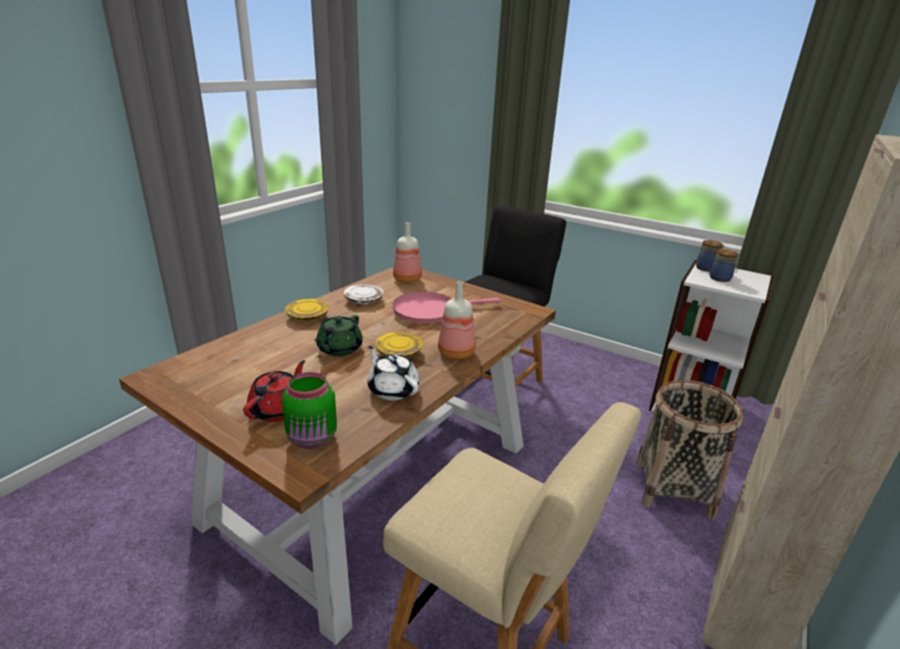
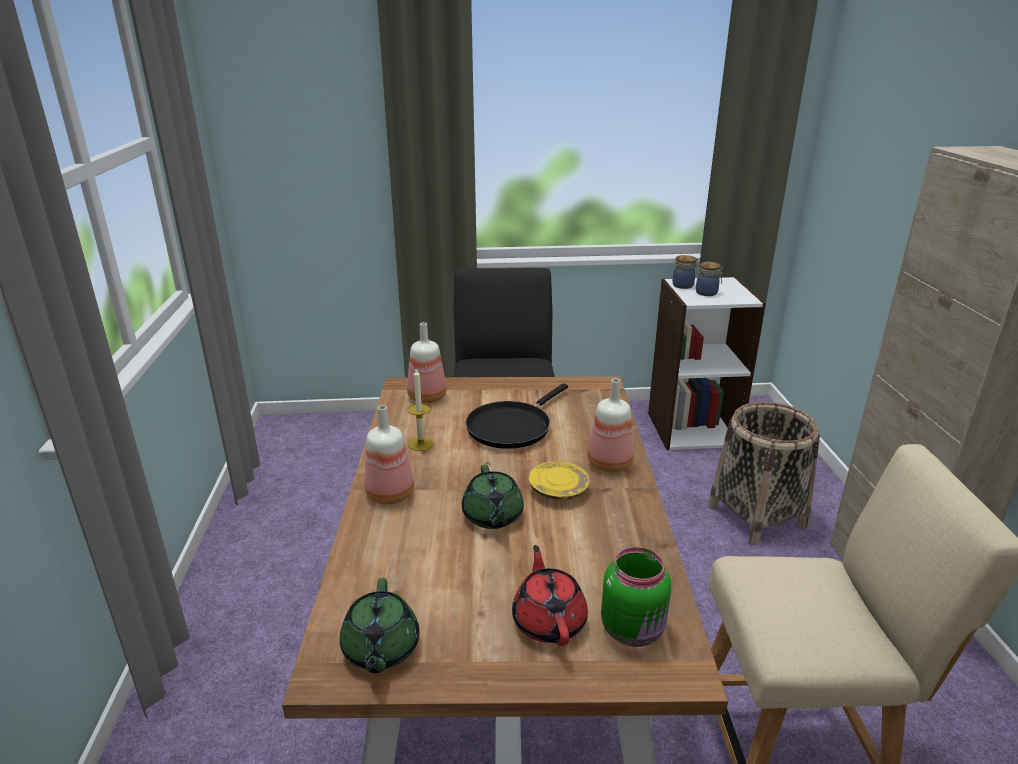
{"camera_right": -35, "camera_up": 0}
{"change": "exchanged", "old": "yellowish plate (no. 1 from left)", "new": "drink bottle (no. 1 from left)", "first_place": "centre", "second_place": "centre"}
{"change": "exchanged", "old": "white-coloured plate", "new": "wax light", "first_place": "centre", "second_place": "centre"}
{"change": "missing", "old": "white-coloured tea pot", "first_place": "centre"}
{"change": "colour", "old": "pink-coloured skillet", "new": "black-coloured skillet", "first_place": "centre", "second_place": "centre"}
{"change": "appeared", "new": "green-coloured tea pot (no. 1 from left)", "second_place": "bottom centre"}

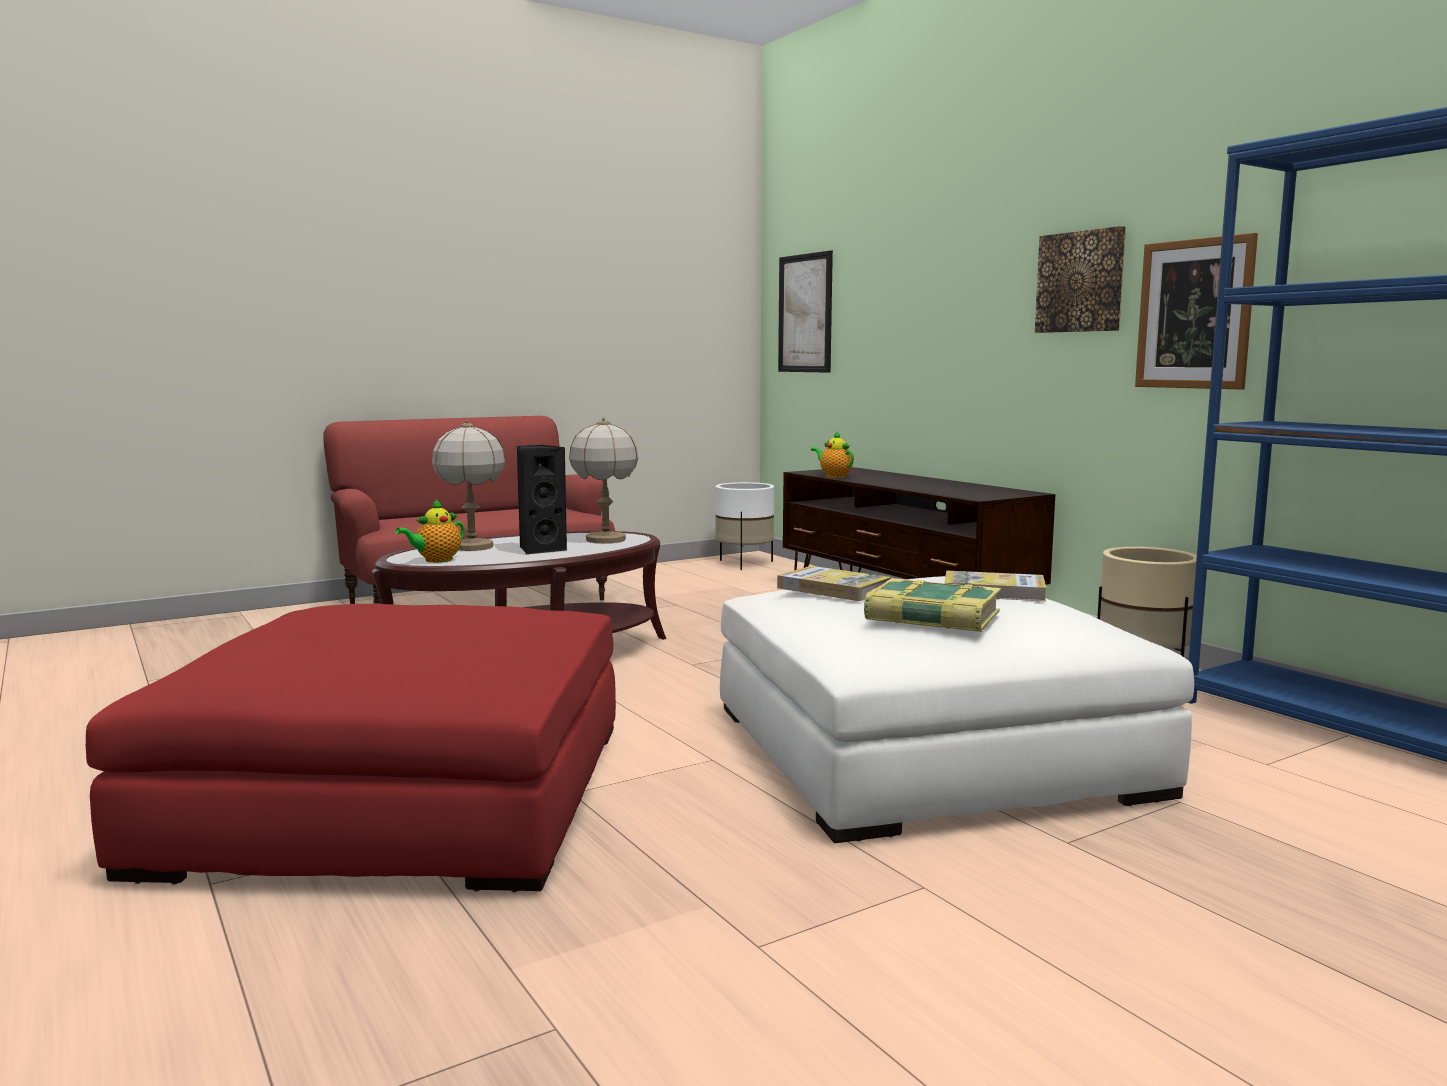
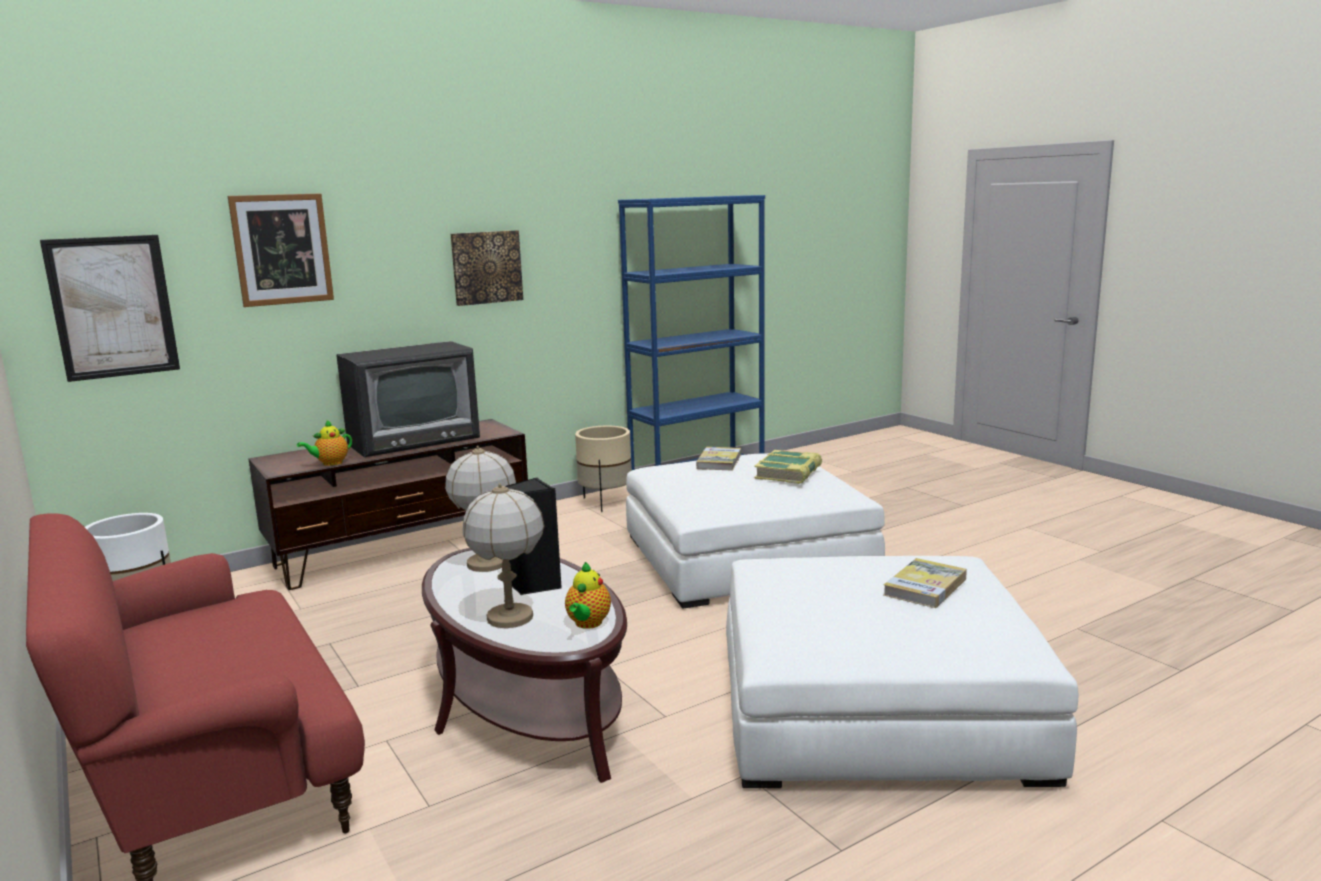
{"camera_right": -90, "camera_up": 5}
{"change": "colour", "old": "red-coloured footrest", "new": "white-coloured footrest (no. 2 from left)", "first_place": "bottom left", "second_place": "bottom right"}
{"change": "spun", "old": "tea pot (no. 1 from left in the first image)", "first_place": "middle left", "second_place": "bottom centre", "degrees": 60}
{"change": "relocated", "old": "book (no. 1 from left in the first image)", "new": "book (no. 3 from left)", "first_place": "centre", "second_place": "middle right"}
{"change": "relocated", "old": "wall art (no. 3 from left in the first image)", "new": "wall art (no. 2 from left)", "first_place": "top right", "second_place": "top left"}
{"change": "appeared", "new": "TV set", "second_place": "middle left"}

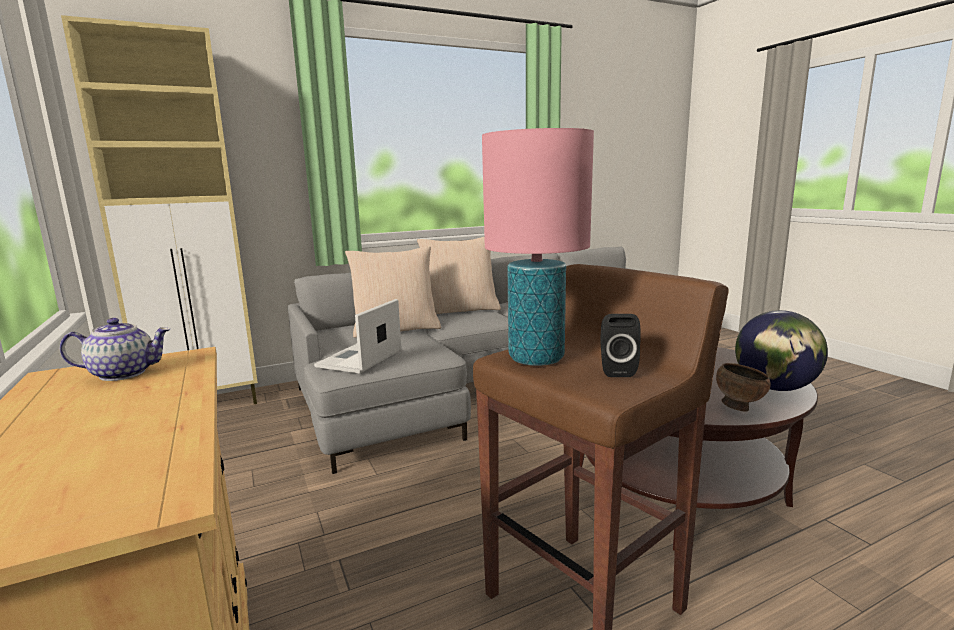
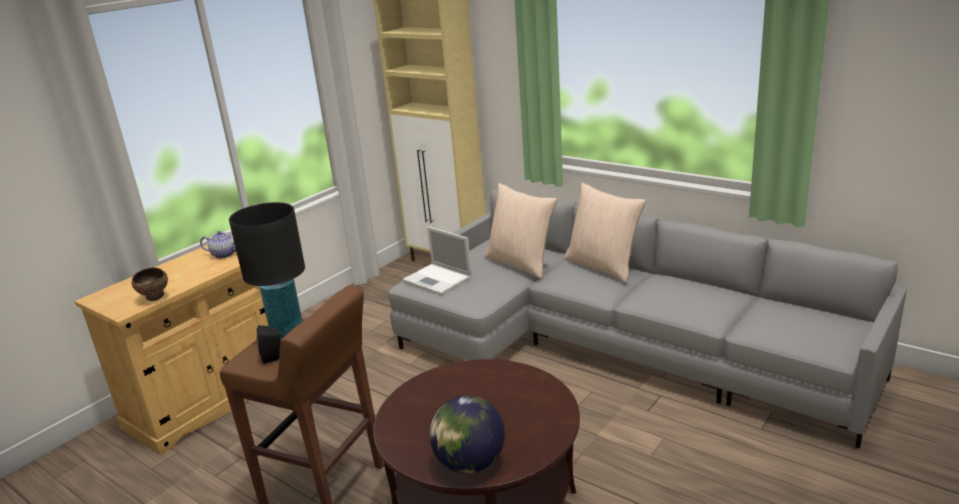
{"camera_right": 65, "camera_up": 10}
{"change": "spun", "old": "tea pot", "first_place": "middle left", "second_place": "middle left", "degrees": -45}
{"change": "spun", "old": "laptop", "first_place": "centre", "second_place": "centre", "degrees": -135}
{"change": "colour", "old": "pink-coloured lamp for a table", "new": "black-coloured lamp for a table", "first_place": "centre", "second_place": "middle left"}
{"change": "relocated", "old": "brown deep dish", "first_place": "middle right", "second_place": "middle left"}

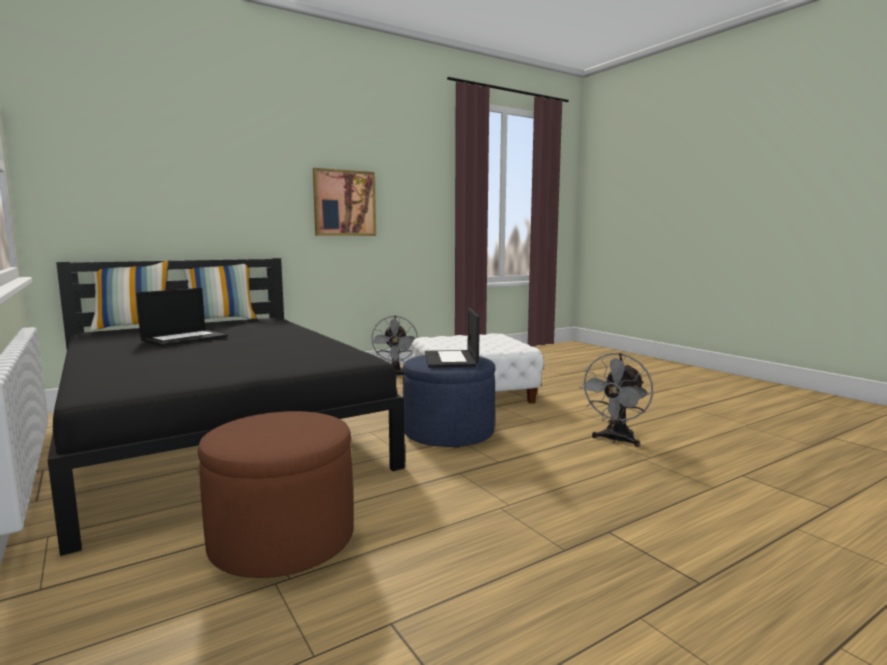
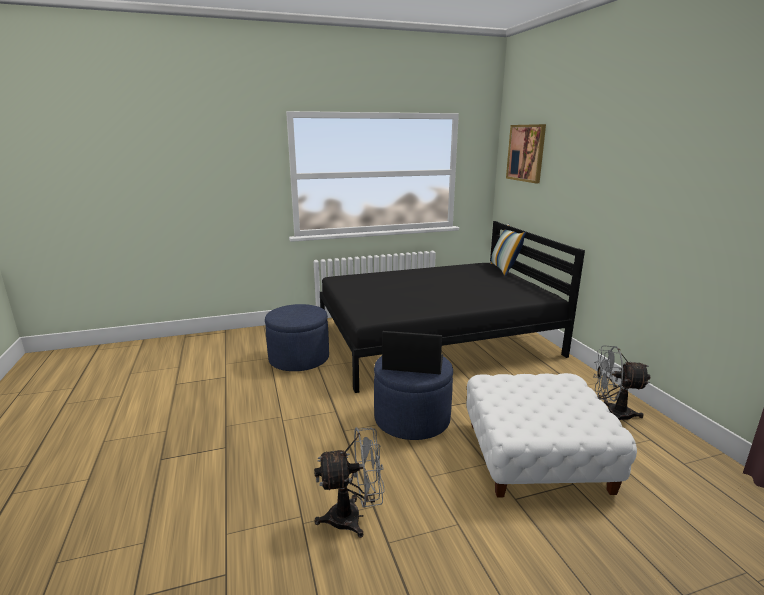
{"camera_right": 105, "camera_up": 10}
{"change": "missing", "old": "laptop (no. 1 from left)", "first_place": "middle left"}
{"change": "missing", "old": "cushion (no. 2 from left)", "first_place": "middle left"}
{"change": "colour", "old": "brown footrest", "new": "bluish footrest (no. 1 from left)", "first_place": "bottom left", "second_place": "centre"}
{"change": "relocated", "old": "wall art", "first_place": "top centre", "second_place": "top right"}
{"change": "spun", "old": "greyish cooling fan (no. 2 from left in the first image)", "first_place": "middle right", "second_place": "bottom centre", "degrees": 120}

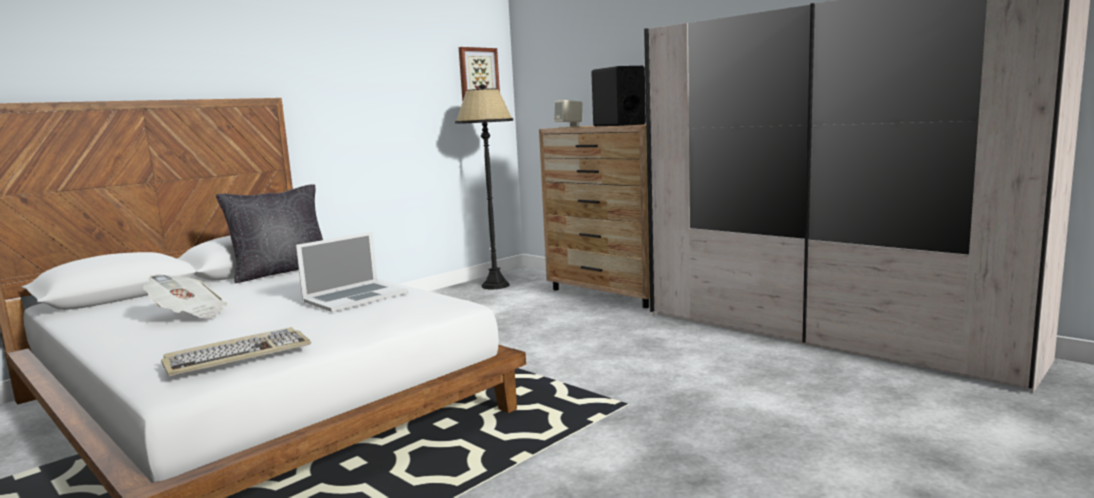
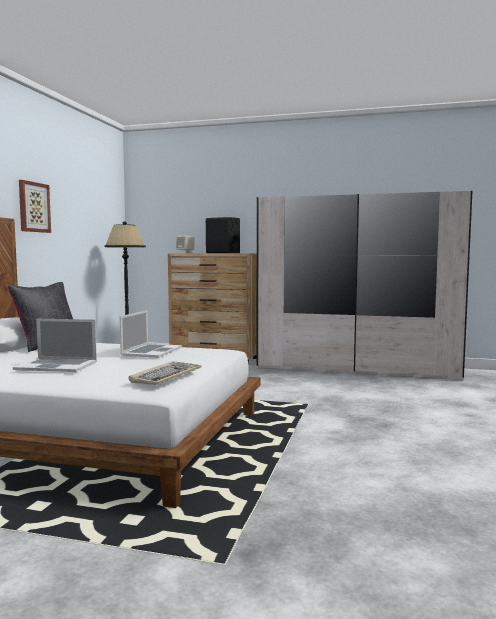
{"camera_right": -30, "camera_up": -5}
{"change": "exchanged", "old": "daily paper", "new": "laptop (no. 1 from left)", "first_place": "middle left", "second_place": "middle left"}
{"change": "relocated", "old": "wall art", "first_place": "top centre", "second_place": "top left"}

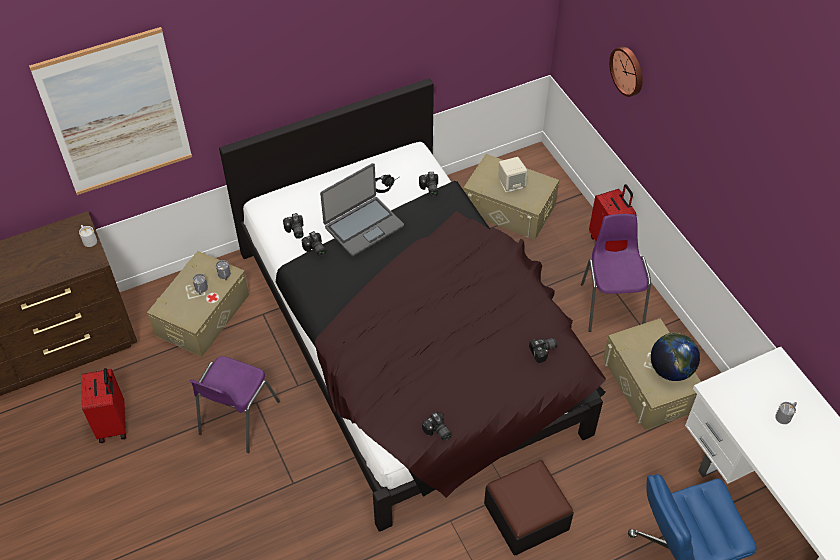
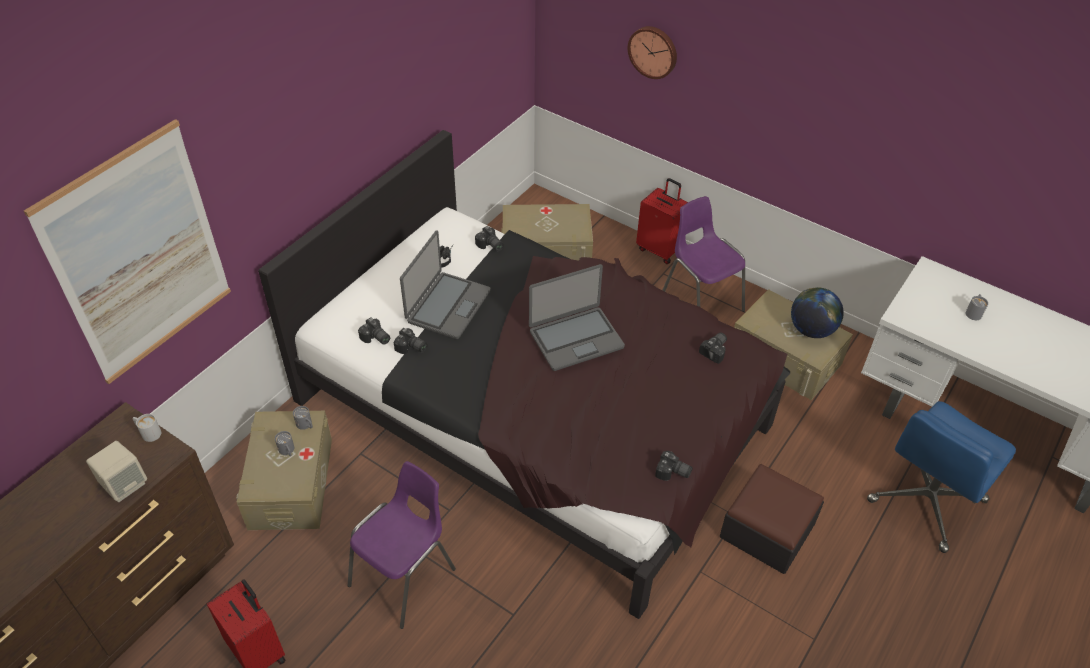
{"camera_right": -30, "camera_up": -5}
{"change": "spun", "old": "purple upright chair (no. 1 from left)", "first_place": "bottom left", "second_place": "bottom centre", "degrees": -135}
{"change": "relocated", "old": "beige audio speaker", "first_place": "top centre", "second_place": "bottom left"}
{"change": "appeared", "new": "laptop (no. 2 from left)", "second_place": "centre"}

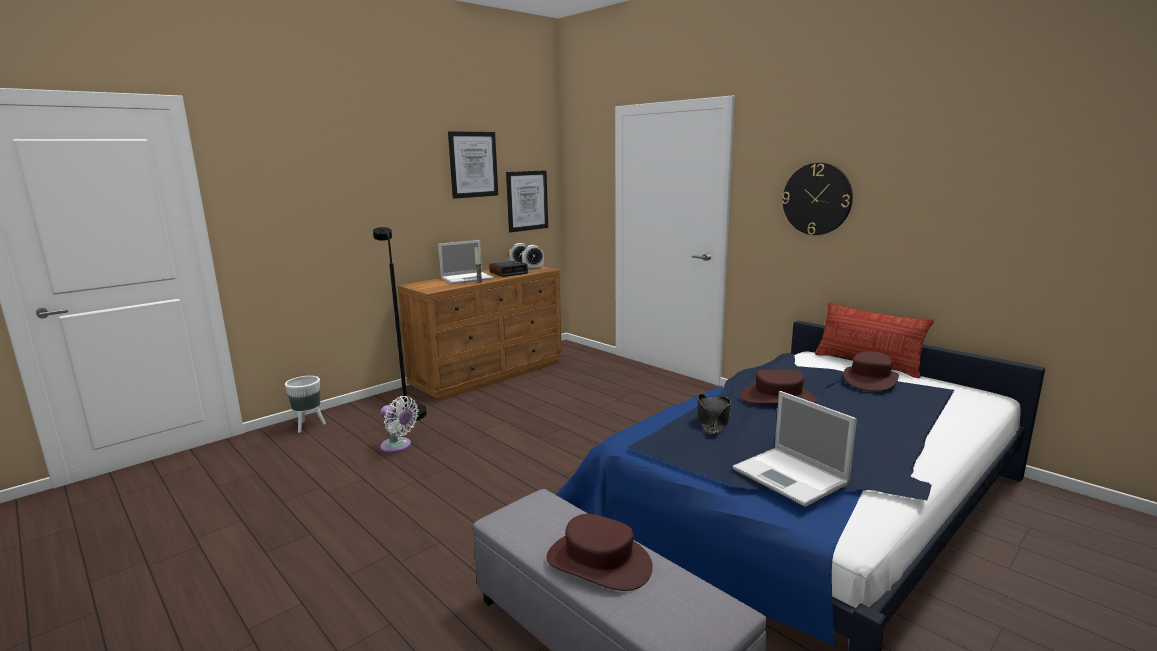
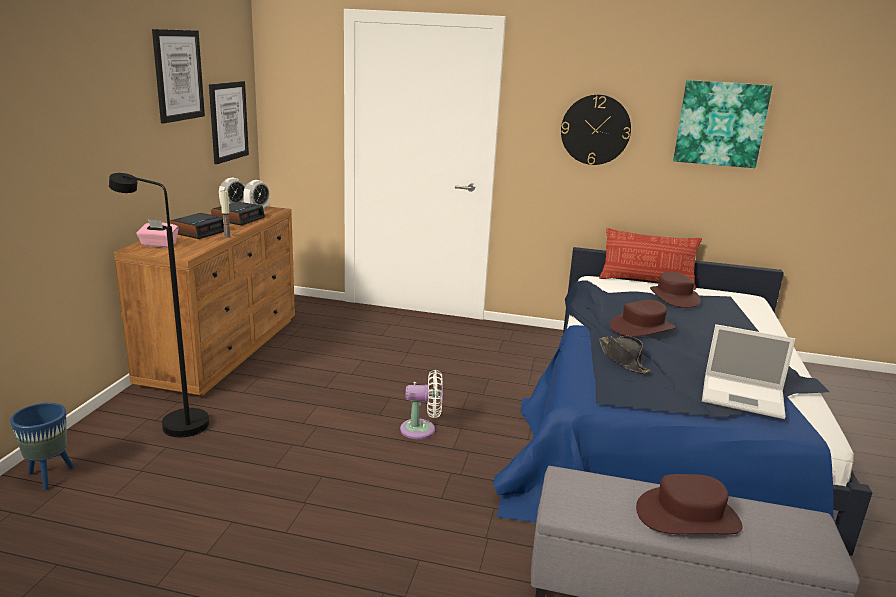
{"camera_right": -35, "camera_up": 5}
{"change": "colour", "old": "white-coloured flower pot", "new": "bluish flower pot", "first_place": "middle left", "second_place": "bottom left"}
{"change": "relocated", "old": "white-coloured cooling fan", "first_place": "centre", "second_place": "bottom centre"}
{"change": "exchanged", "old": "laptop (no. 1 from left)", "new": "bedside clock (no. 1 from left)", "first_place": "centre", "second_place": "middle left"}
{"change": "appeared", "new": "pink-coloured tissue box", "second_place": "middle left"}
{"change": "appeared", "new": "wall art (no. 3 from left)", "second_place": "top right"}

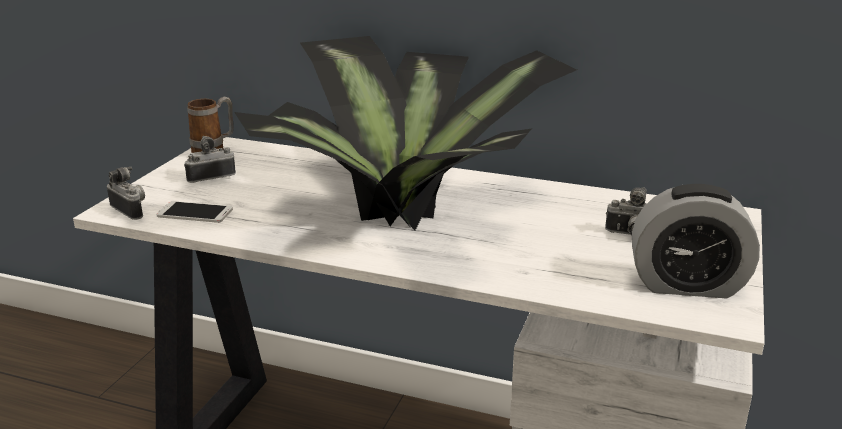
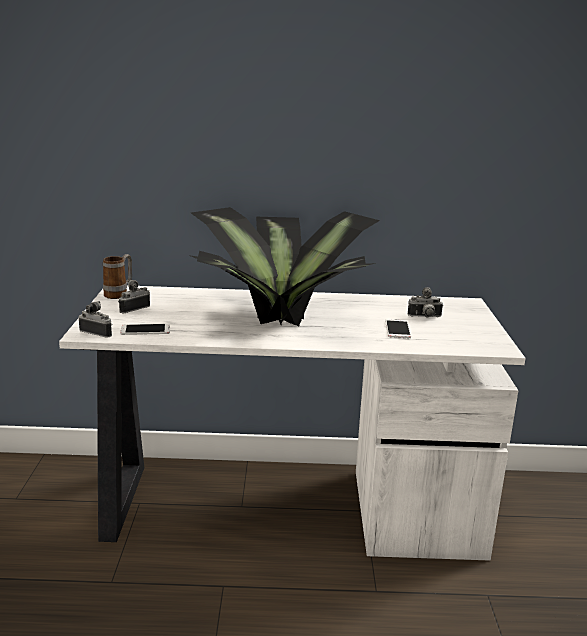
{"camera_right": -20, "camera_up": -5}
{"change": "missing", "old": "bedside clock", "first_place": "middle right"}
{"change": "appeared", "new": "telephone (no. 2 from left)", "second_place": "middle right"}

